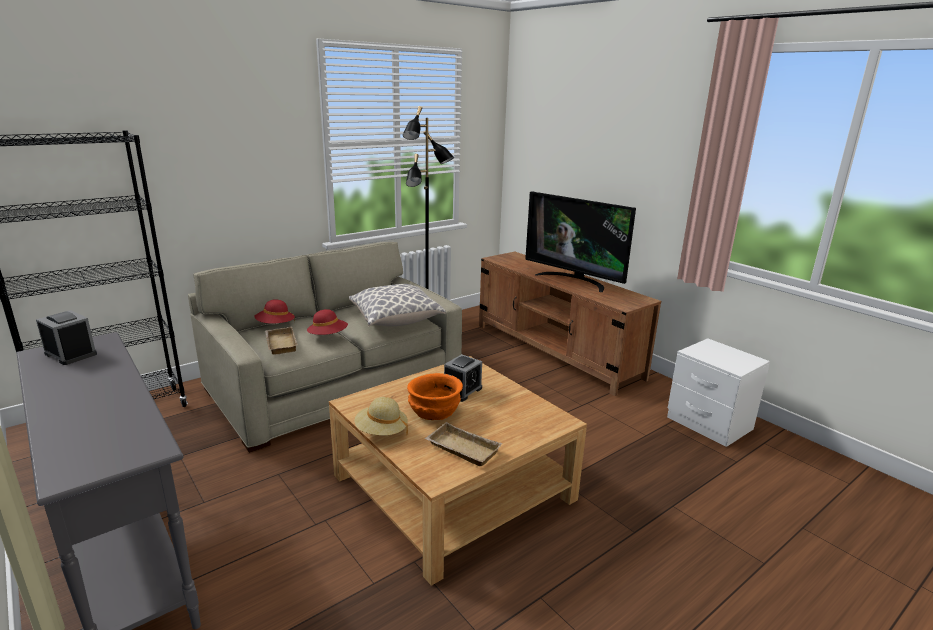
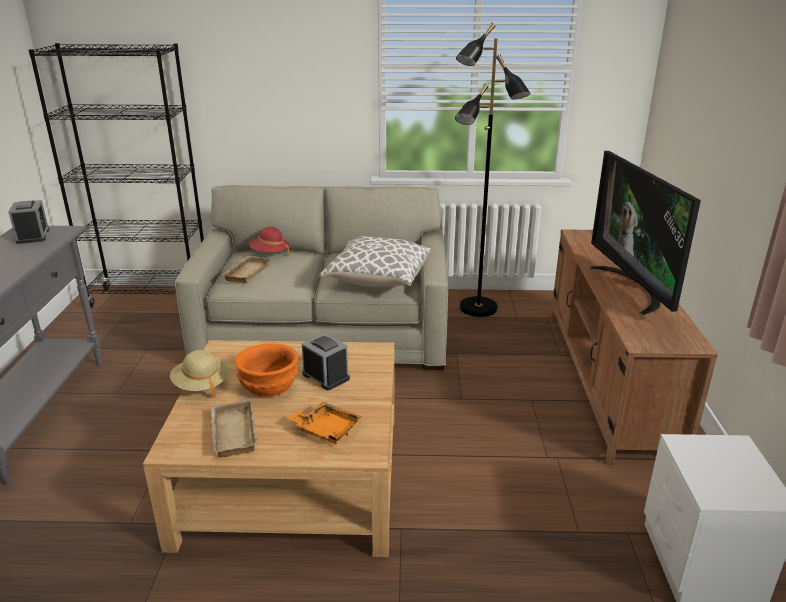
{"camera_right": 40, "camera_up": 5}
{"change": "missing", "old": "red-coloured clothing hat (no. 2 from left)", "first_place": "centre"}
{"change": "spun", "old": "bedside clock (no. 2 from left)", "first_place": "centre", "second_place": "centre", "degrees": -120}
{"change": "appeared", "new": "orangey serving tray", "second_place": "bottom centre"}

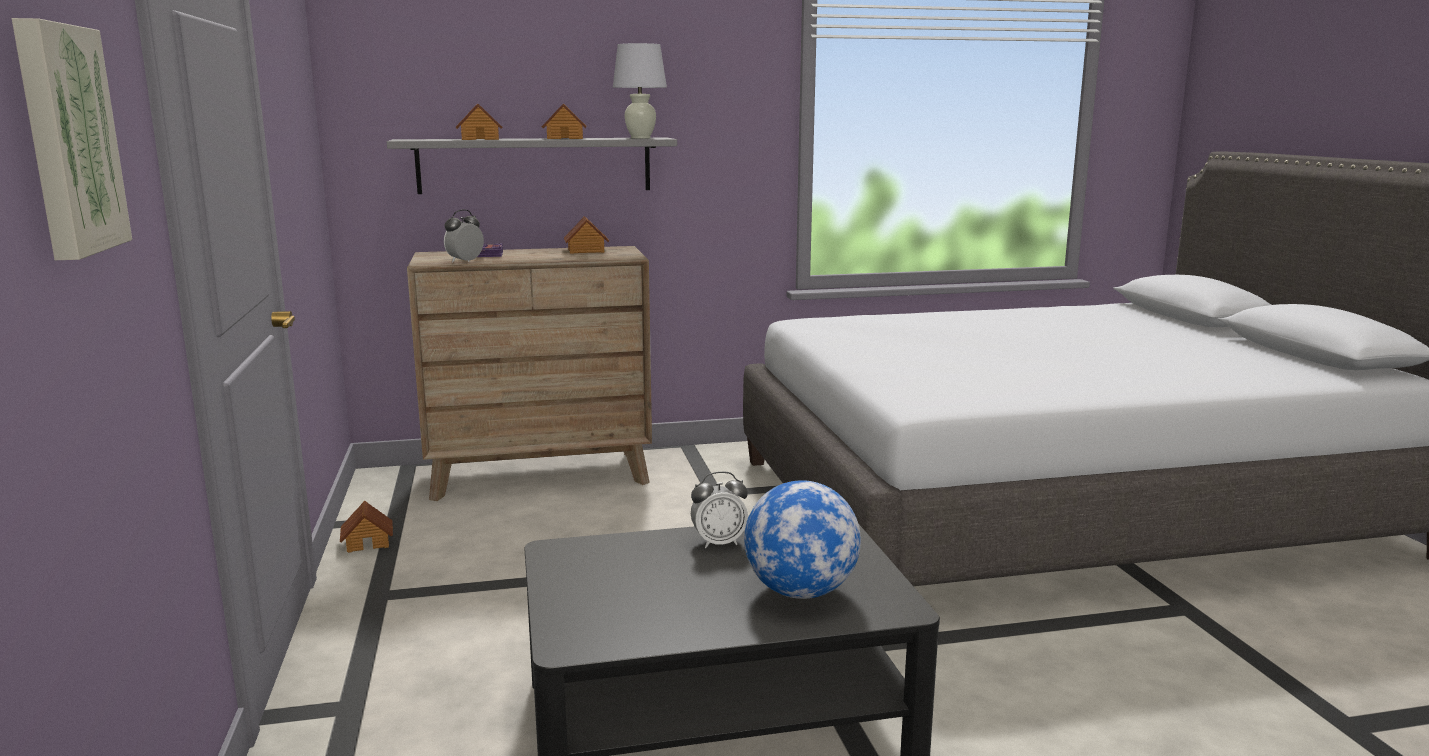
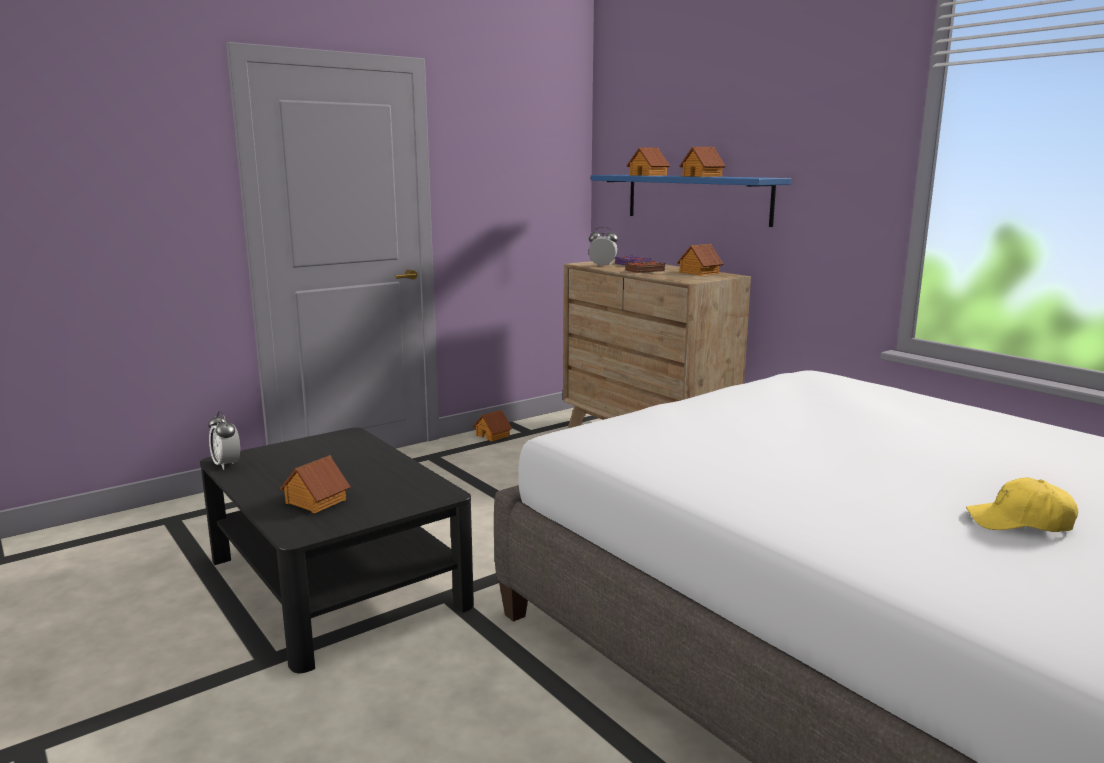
{"camera_right": 65, "camera_up": 0}
{"change": "missing", "old": "wall art", "first_place": "top left"}
{"change": "colour", "old": "greyish wall shelf", "new": "bluish wall shelf", "first_place": "top centre", "second_place": "top centre"}
{"change": "missing", "old": "white-coloured lamp for a table", "first_place": "top centre"}
{"change": "relocated", "old": "bedside clock (no. 2 from left in the first image)", "new": "bedside clock (no. 1 from left)", "first_place": "bottom centre", "second_place": "middle left"}
{"change": "exchanged", "old": "globe", "new": "miniature house (no. 1 from left)", "first_place": "bottom centre", "second_place": "middle left"}
{"change": "appeared", "new": "brown book", "second_place": "centre"}
{"change": "appeared", "new": "yellowish cap", "second_place": "middle right"}

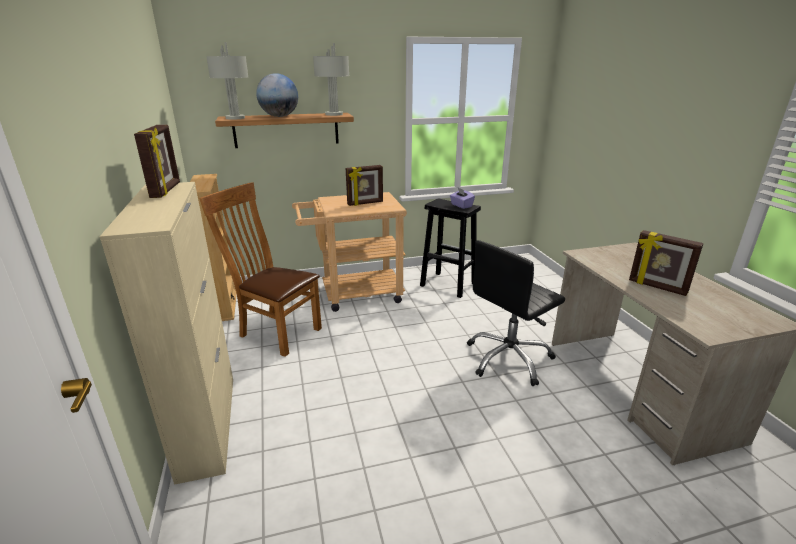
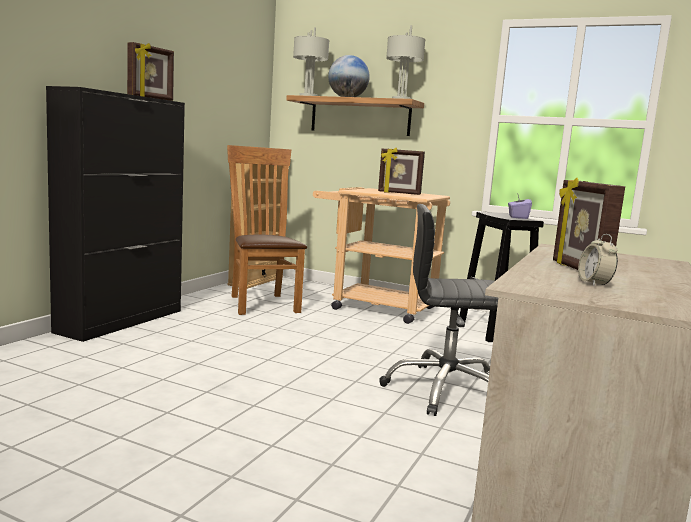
{"camera_right": 40, "camera_up": -15}
{"change": "colour", "old": "beige storage cabinet", "new": "black-coloured storage cabinet", "first_place": "middle left", "second_place": "middle left"}
{"change": "appeared", "new": "bedside clock", "second_place": "middle right"}

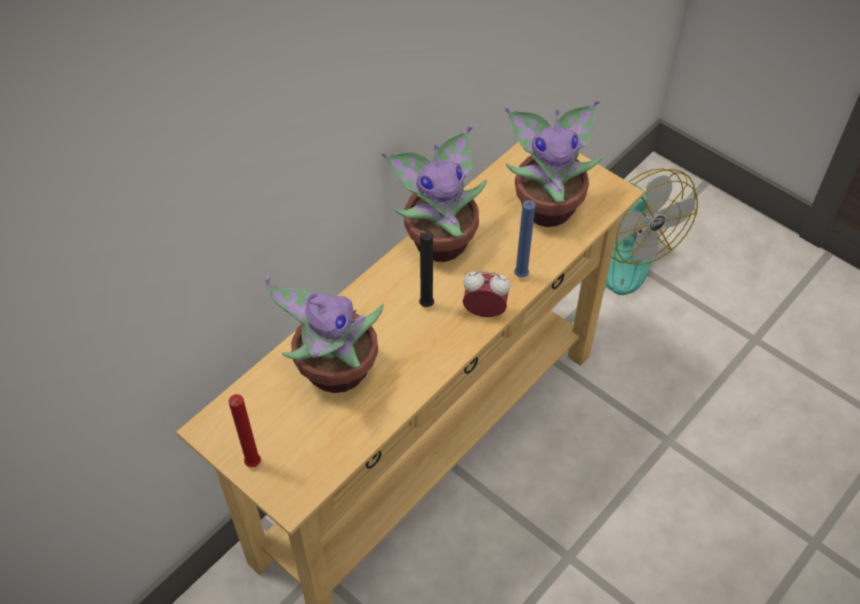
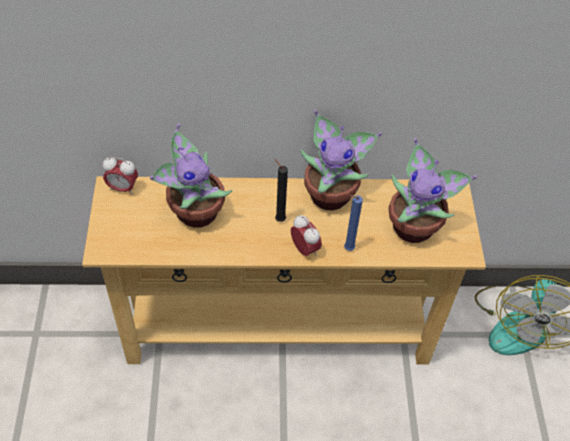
{"camera_right": 45, "camera_up": 0}
{"change": "missing", "old": "red-coloured wax light", "first_place": "bottom left"}
{"change": "appeared", "new": "bedside clock (no. 1 from left)", "second_place": "middle left"}

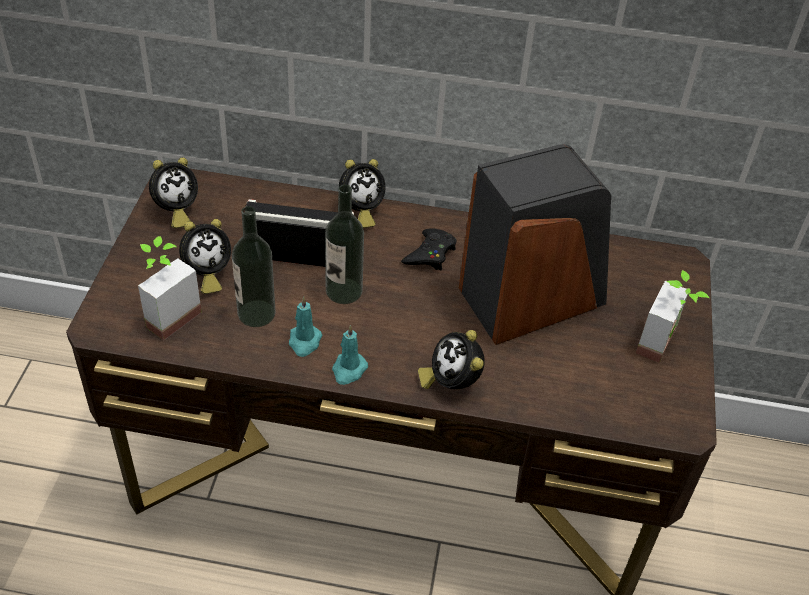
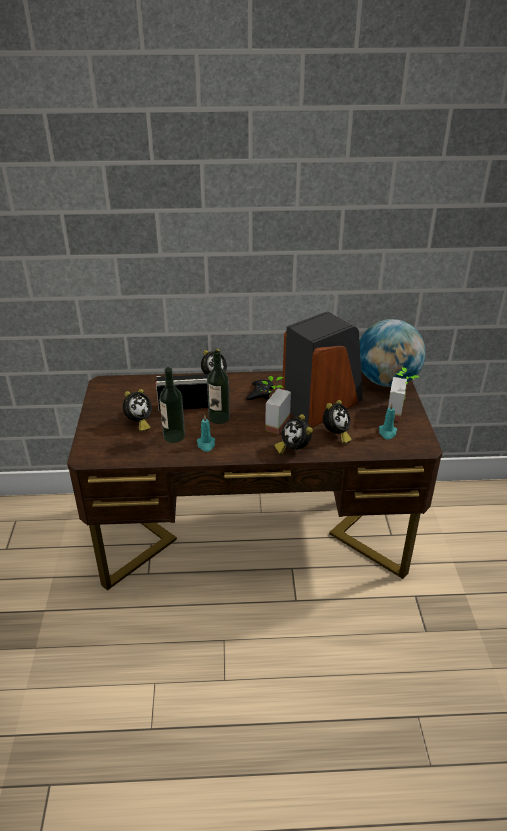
{"camera_right": -10, "camera_up": -10}
{"change": "relocated", "old": "houseplant (no. 1 from left)", "first_place": "middle left", "second_place": "centre"}
{"change": "relocated", "old": "bedside clock (no. 1 from left in the first image)", "new": "bedside clock (no. 4 from left)", "first_place": "top left", "second_place": "centre"}
{"change": "relocated", "old": "turquoise-coloured wax light (no. 2 from left)", "first_place": "centre", "second_place": "middle right"}
{"change": "appeared", "new": "globe", "second_place": "middle right"}

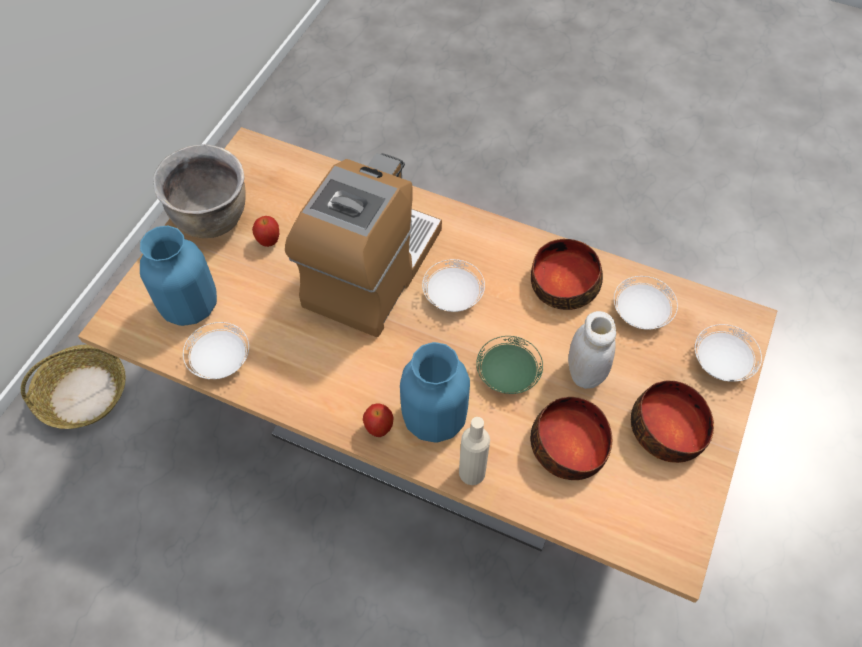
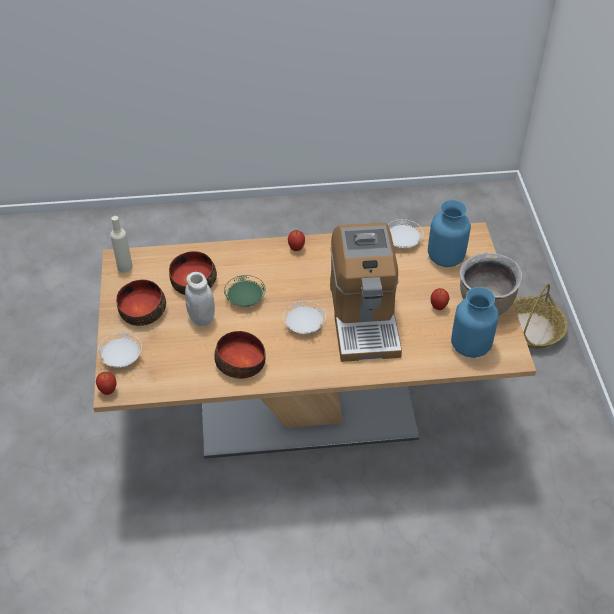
{"camera_right": 150, "camera_up": -10}
{"change": "relocated", "old": "bluish decorative vase (no. 2 from left)", "first_place": "centre", "second_place": "middle right"}
{"change": "relocated", "old": "beige drink bottle", "first_place": "bottom centre", "second_place": "middle left"}
{"change": "missing", "old": "white-coloured plate (no. 3 from left)", "first_place": "middle right"}
{"change": "appeared", "new": "apple (no. 1 from left)", "second_place": "middle left"}

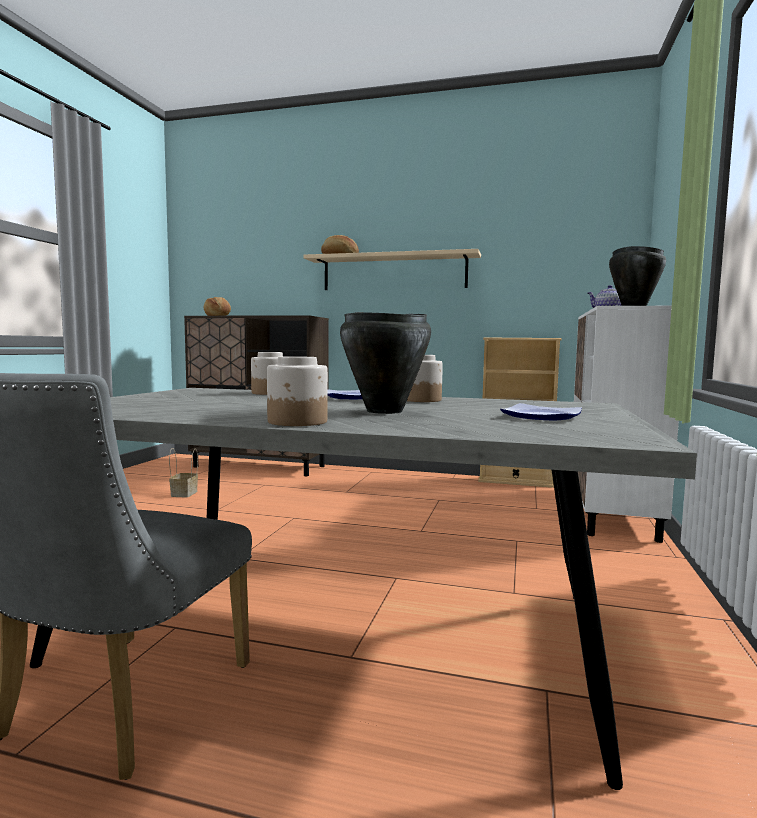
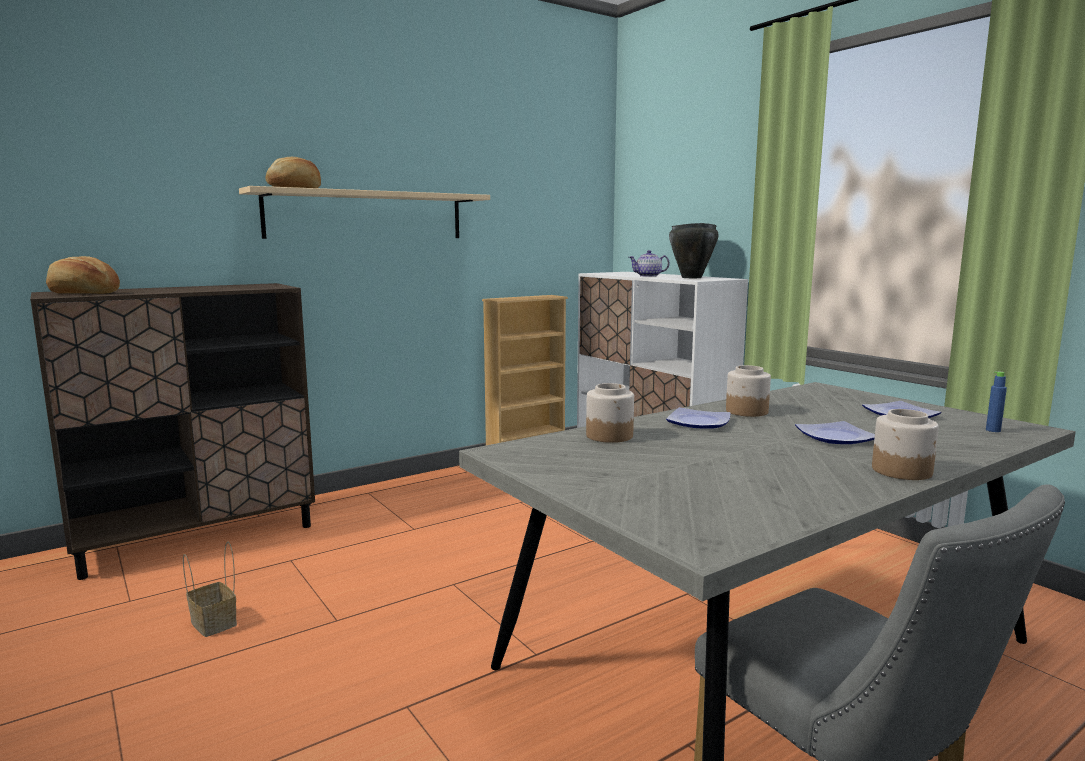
{"camera_right": -50, "camera_up": 5}
{"change": "exchanged", "old": "black-coloured cooking pot (no. 1 from left)", "new": "plate (no. 2 from left)", "first_place": "centre", "second_place": "middle right"}
{"change": "appeared", "new": "bluish drink bottle", "second_place": "middle right"}

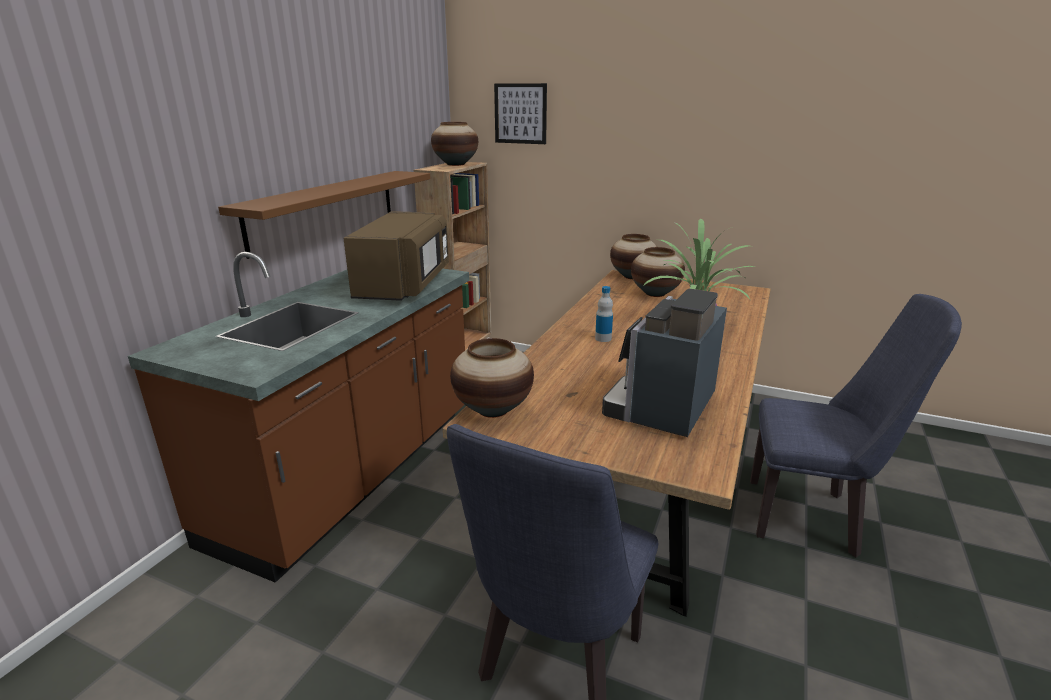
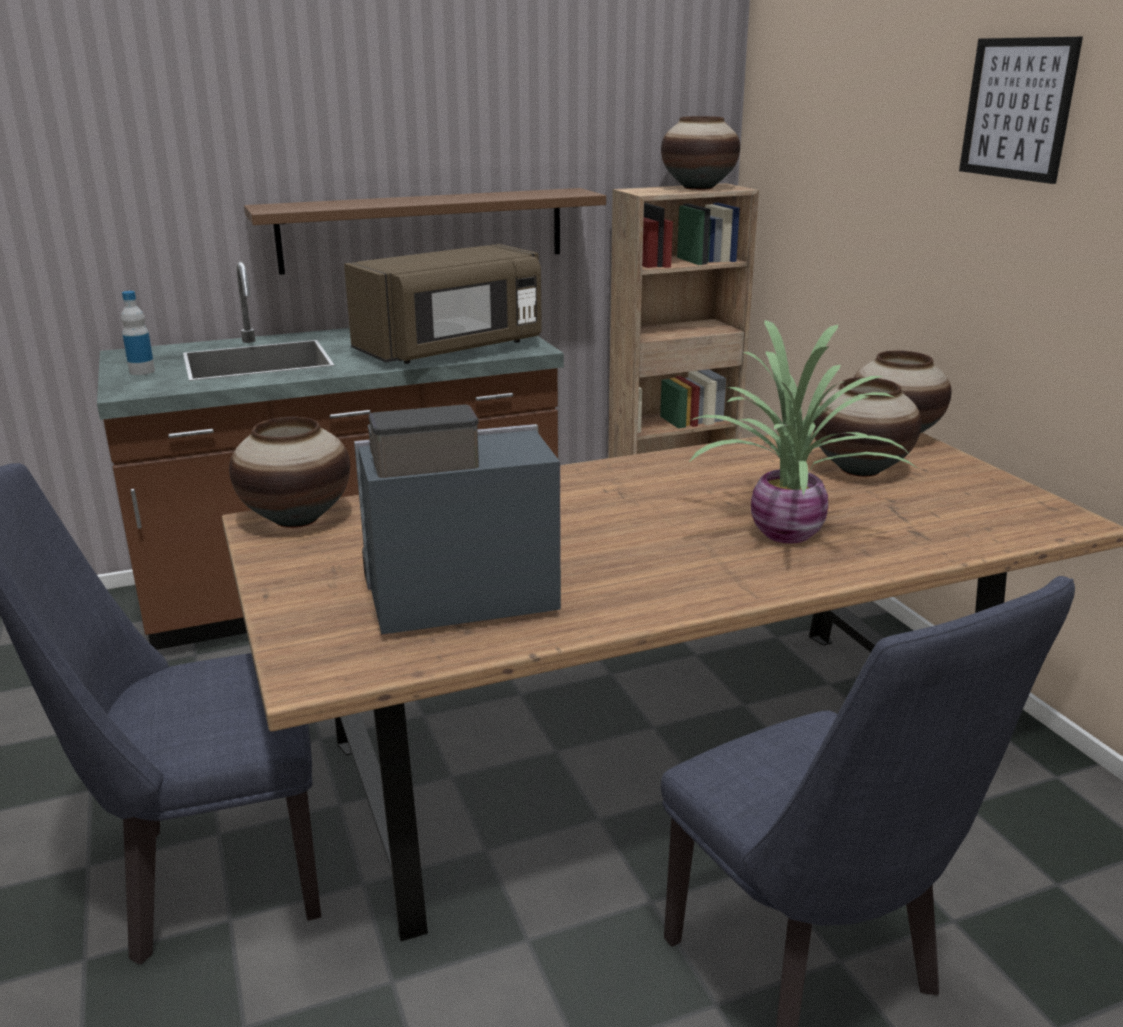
{"camera_right": 45, "camera_up": 0}
{"change": "relocated", "old": "wall art", "first_place": "top centre", "second_place": "top right"}
{"change": "relocated", "old": "drink bottle", "first_place": "centre", "second_place": "top left"}

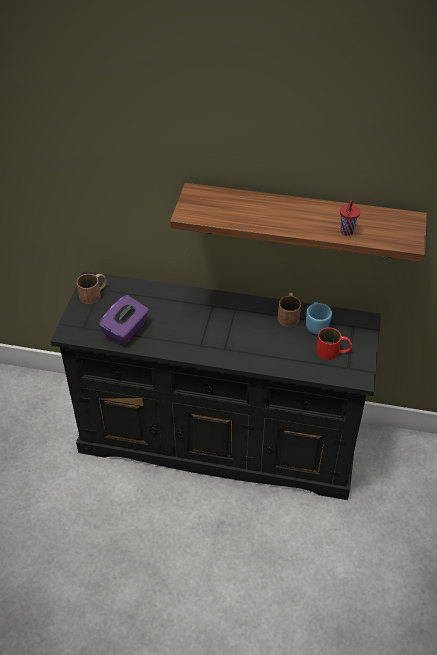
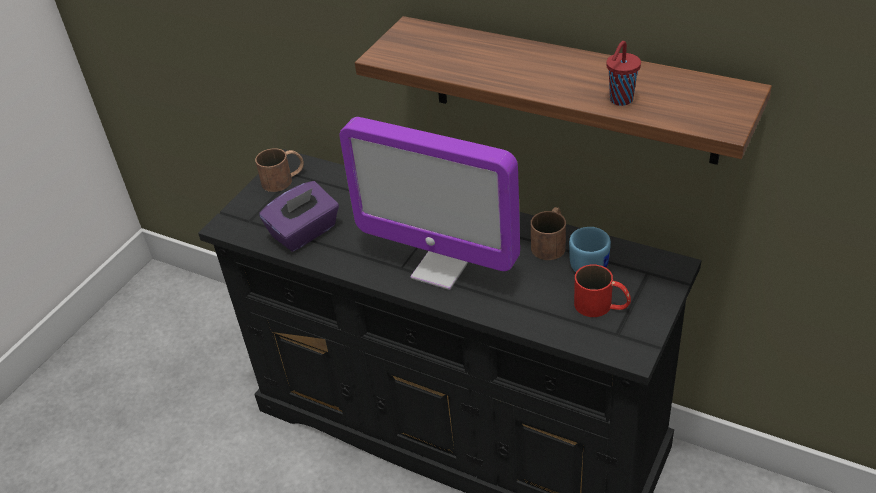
{"camera_right": 20, "camera_up": -5}
{"change": "appeared", "new": "monitor", "second_place": "centre"}

